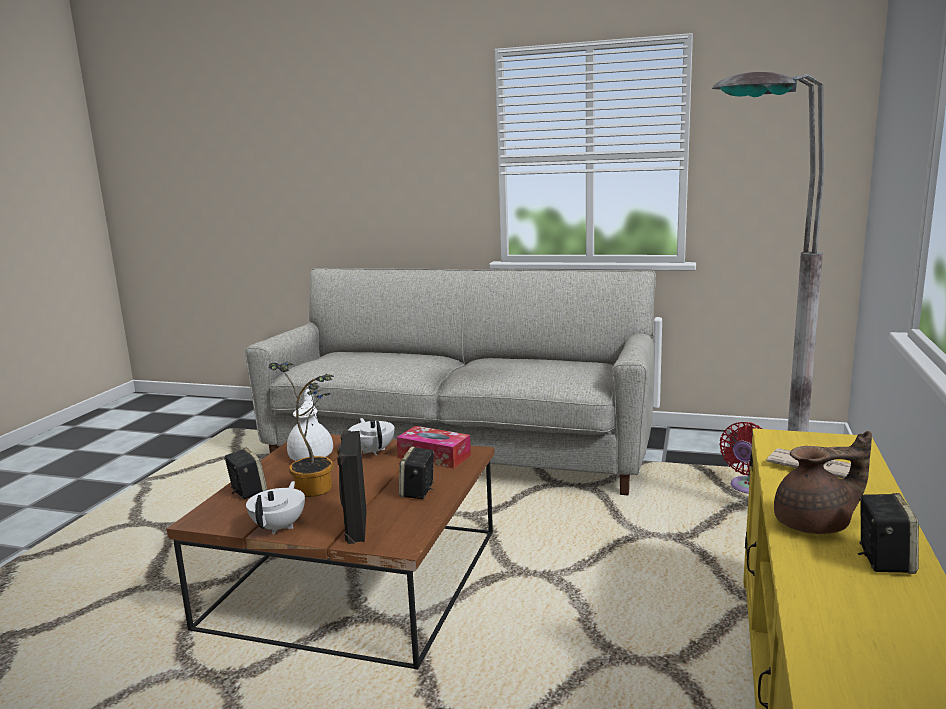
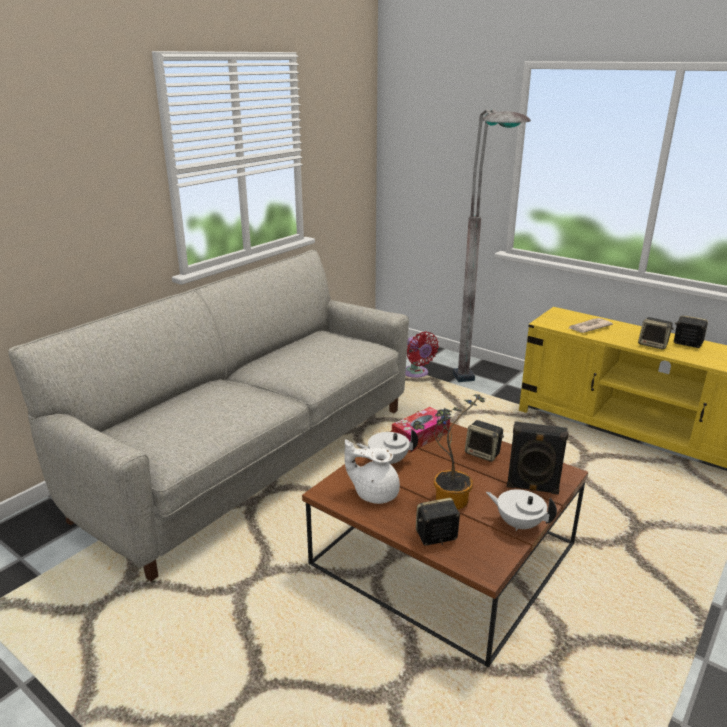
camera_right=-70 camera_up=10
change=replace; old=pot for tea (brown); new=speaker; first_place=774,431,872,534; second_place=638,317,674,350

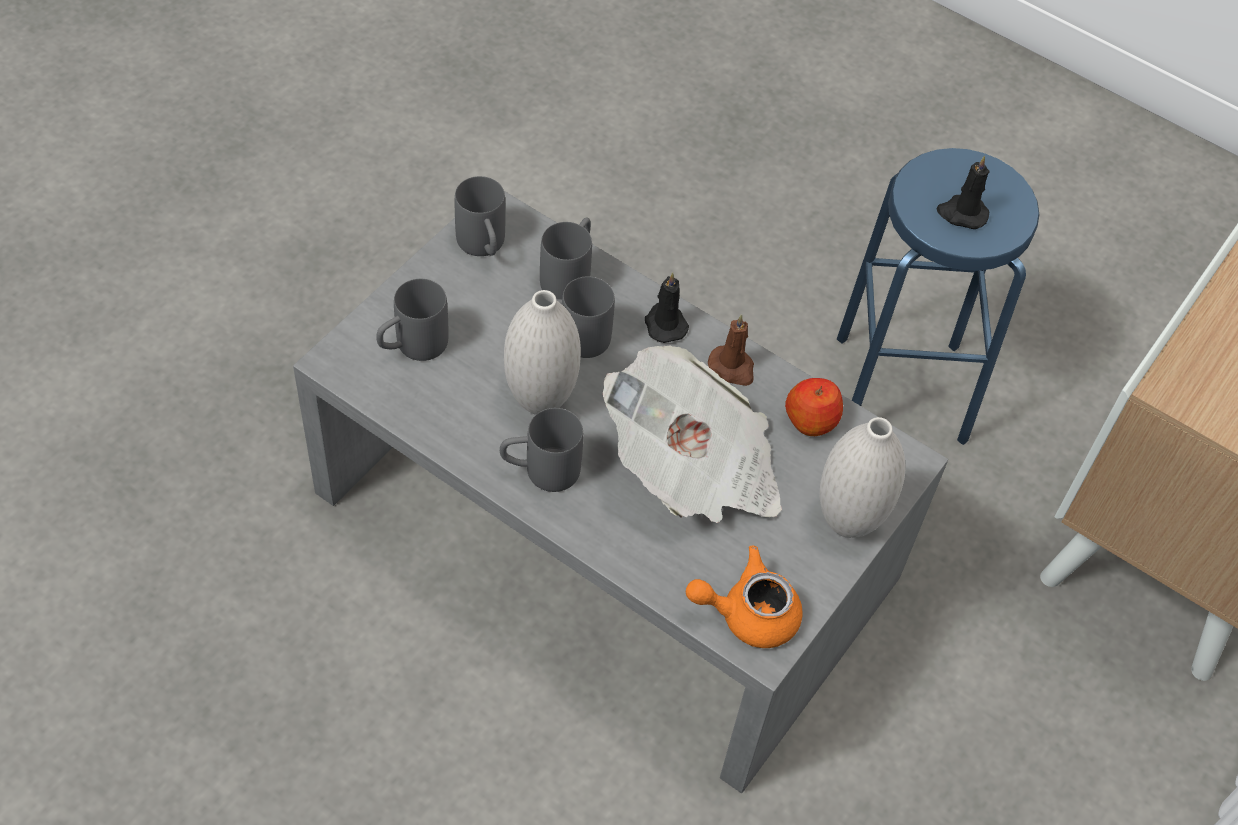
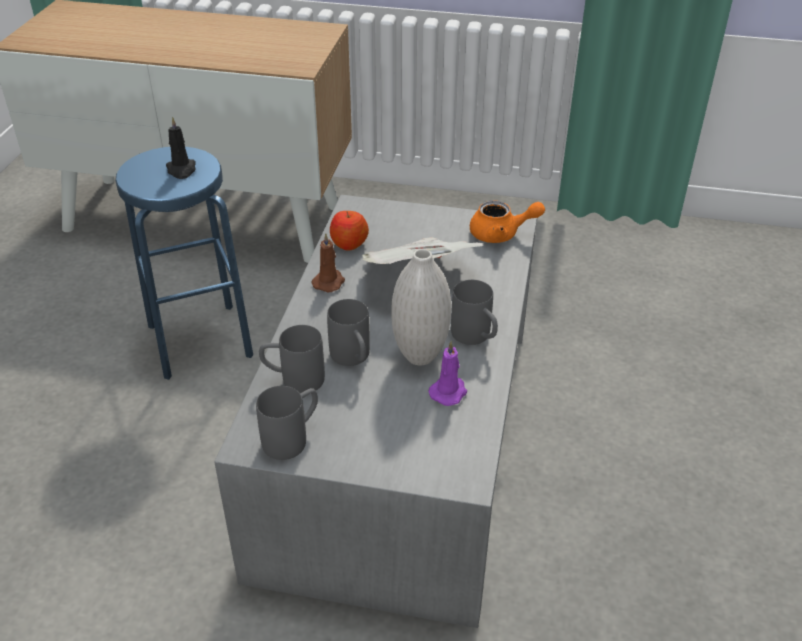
camera_right=-110 camera_up=-15
change=delete; old=mug (grey); first_place=376,279,448,361
change=delete; old=candle (black); first_place=645,272,689,343
change=delete; old=flower vase (white); first_place=820,417,906,538
change=insert; new=candle (purplish); second_place=429,341,467,406
change=rotate; old=pot for tea (orange-coloured); first_place=686,545,803,648; second_place=470,201,545,243; degrees=-60

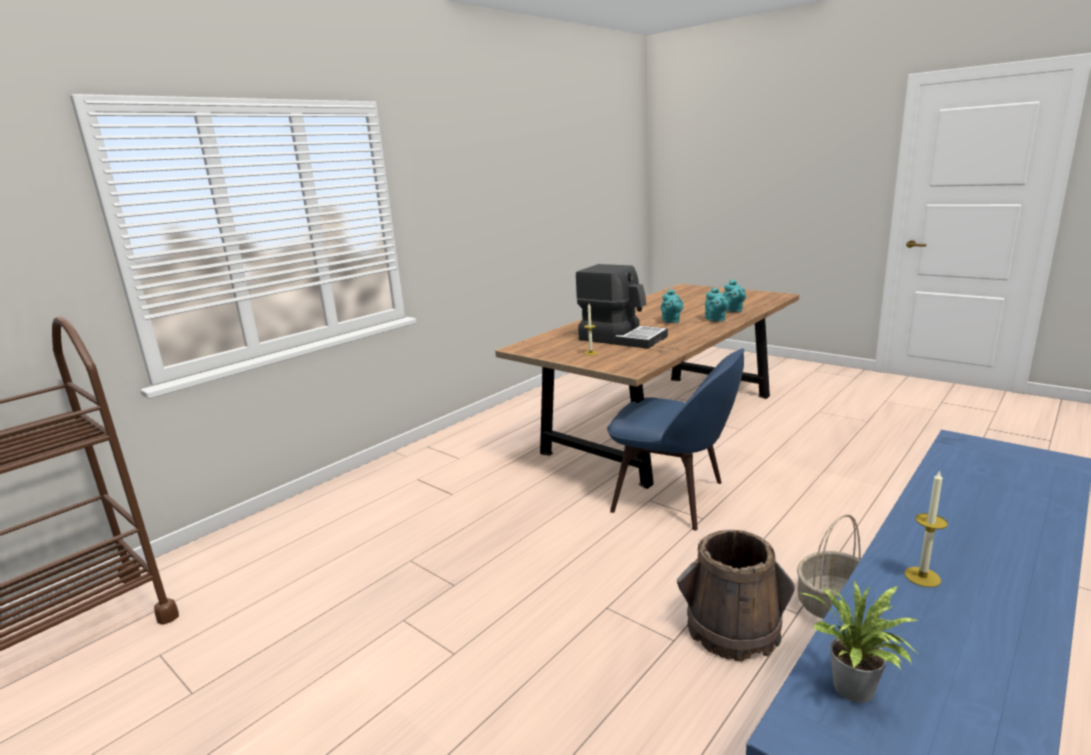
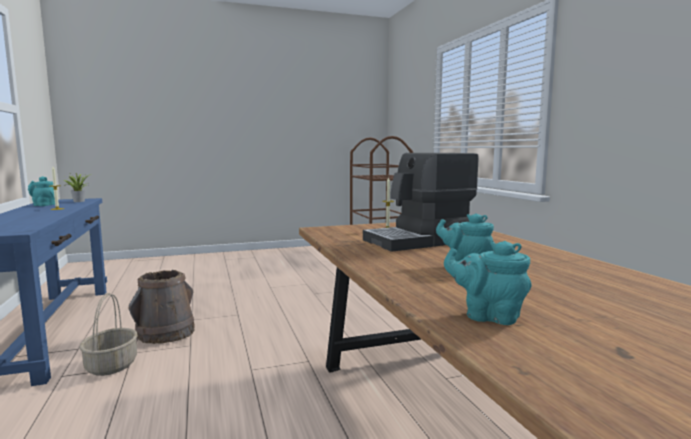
camera_right=120 camera_up=-10
change=delete; old=upright chair (blue-coloured); first_place=607,349,745,531
change=move; old=pot for tea (blue-green); first_place=705,287,729,322; second_place=28,176,55,206

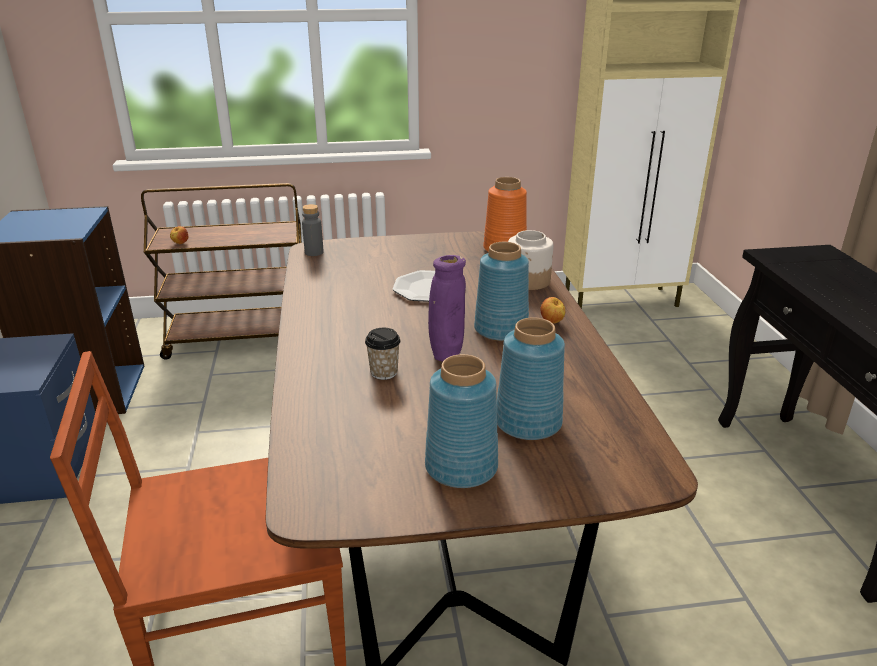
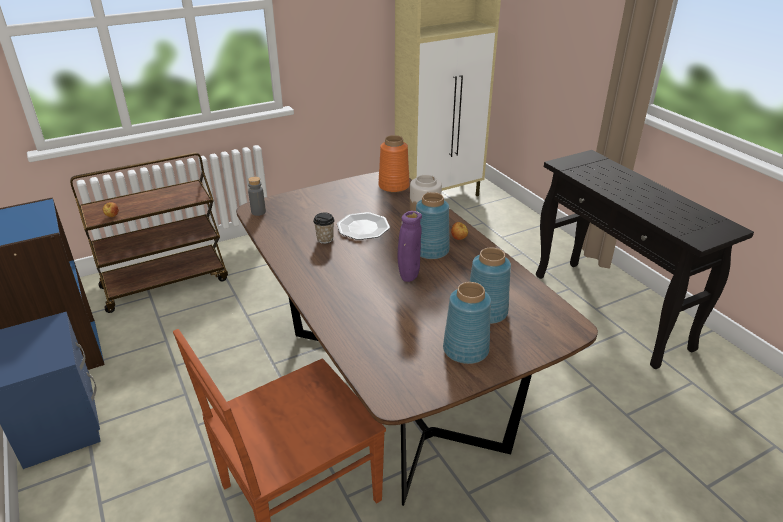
camera_right=-20 camera_up=5
change=move; old=drinking cup; first_place=365,328,401,380; second_place=313,212,335,244

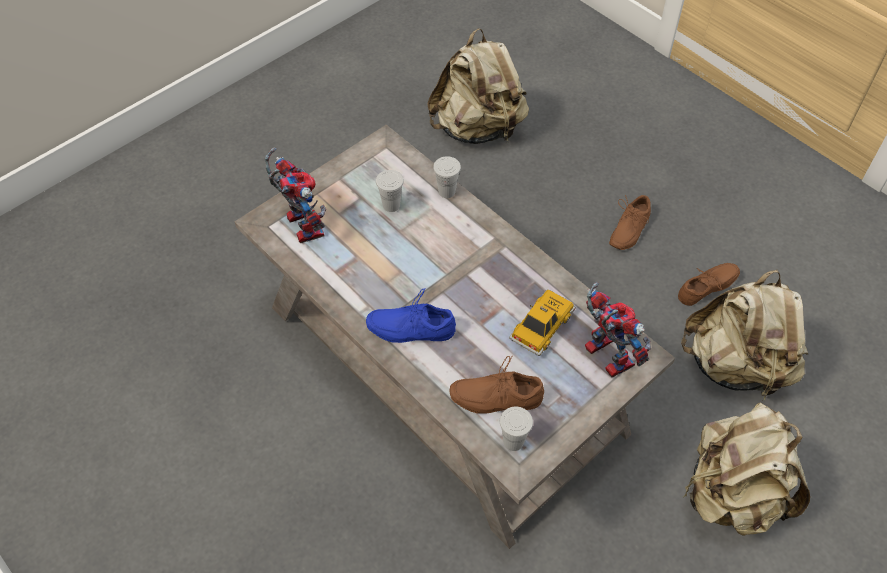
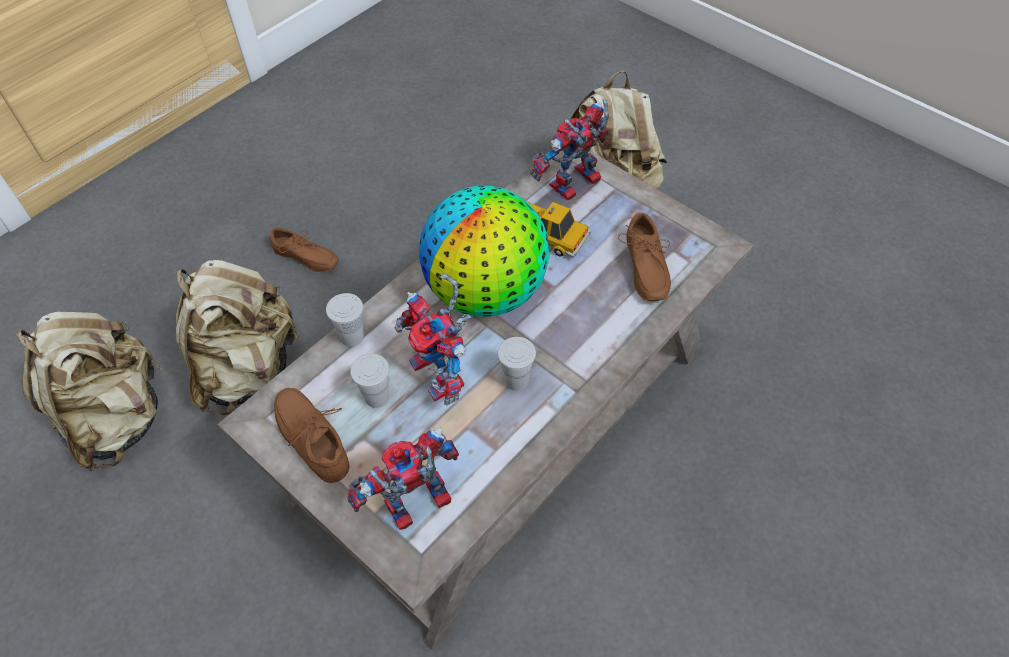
camera_right=-95 camera_up=0
change=delete; old=shoe (blue-coloured); first_place=366,288,456,343
change=insert; new=robot figure; second_place=395,273,472,406
change=insert; new=world globe; second_place=419,186,549,316
change=move; old=drinking cup (white); first_place=500,406,533,451; second_place=497,337,536,391
change=move; old=shoe (brown); first_place=678,263,740,306; second_place=274,388,350,483
change=move; old=backpack (beige); first_place=681,270,808,400; second_place=176,260,301,415

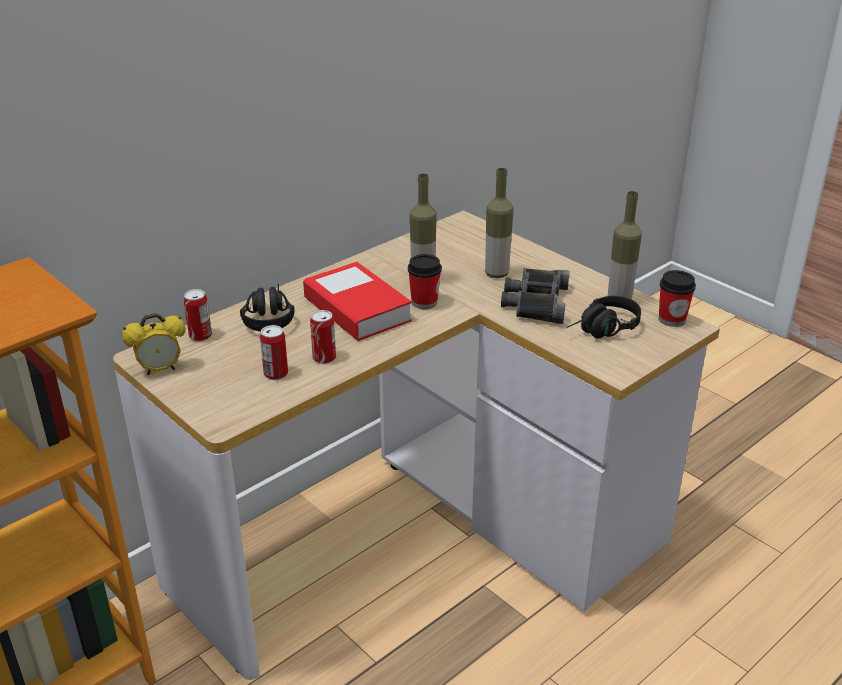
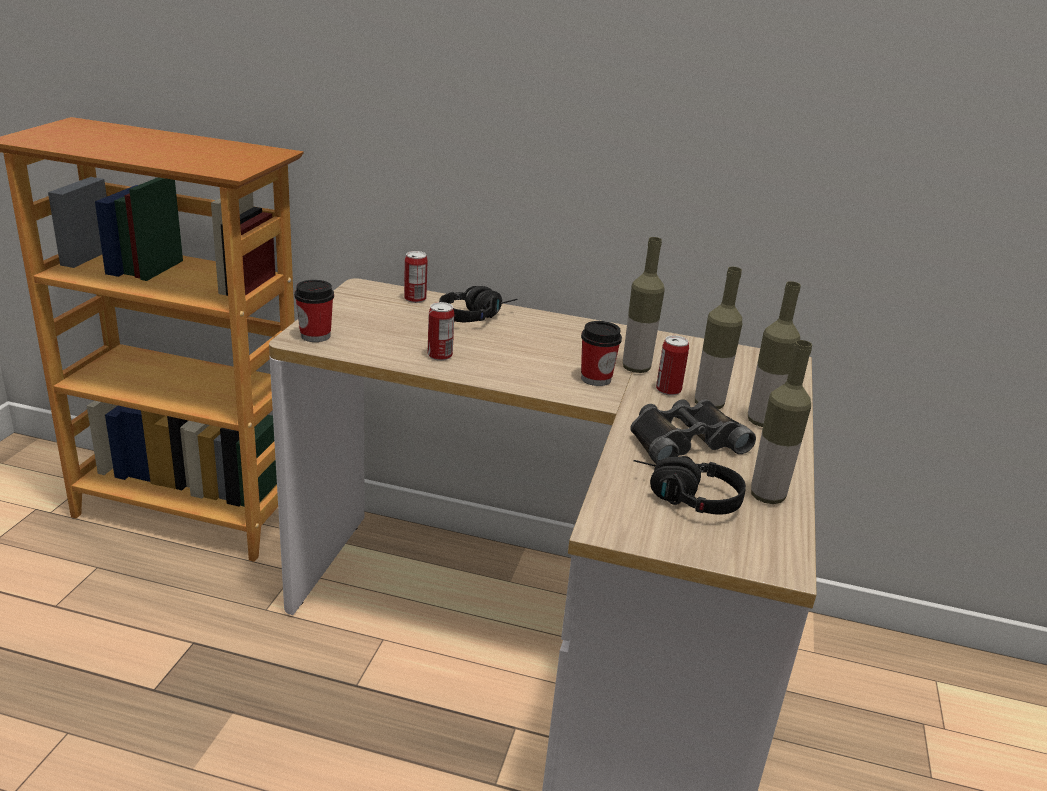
camera_right=55 camera_up=-5
change=delete; old=bedside clock; first_place=122,313,186,375
change=delete; old=volume; first_place=303,262,412,341
change=insert; new=drink bottle; second_place=748,281,801,427
change=move; old=can; first_place=260,325,288,380; second_place=656,335,689,396
change=move; old=drinking cup; first_place=659,270,696,327; second_place=294,280,334,342

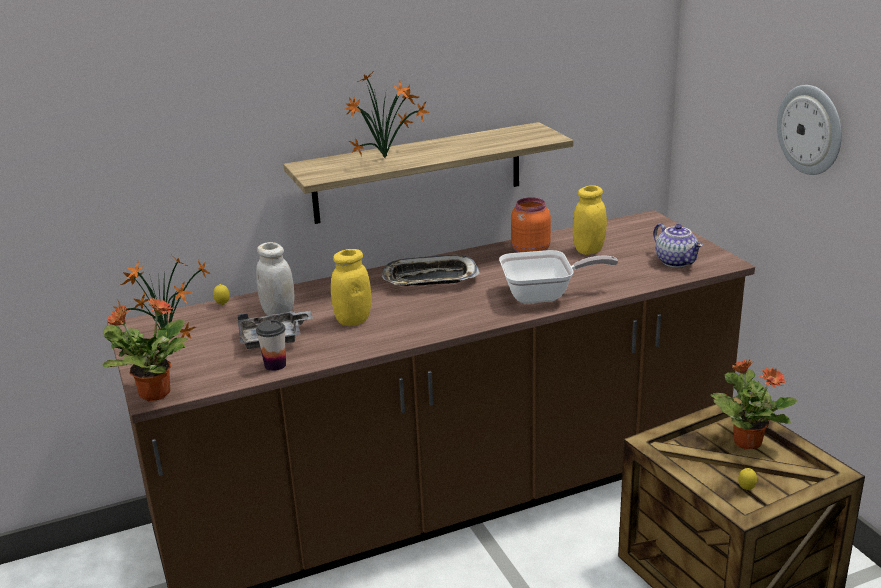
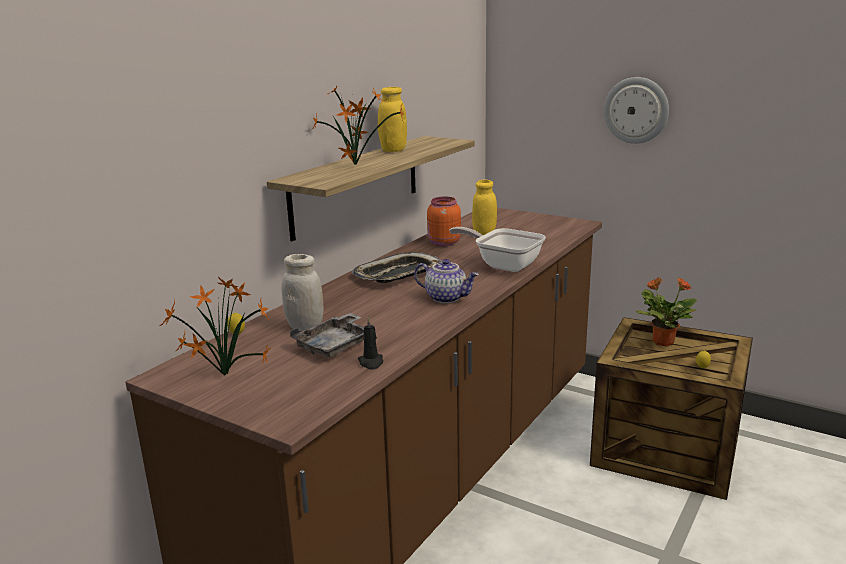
camera_right=-35 camera_up=-5
change=delete; old=potted plant; first_place=102,297,188,401
change=move; old=storage jar (yellow-coloured); first_place=331,249,372,326; second_place=378,87,407,152
change=move; old=pot for tea; first_place=654,223,703,268; second_place=414,259,479,303
change=replace; old=drinking cup; new=candle (black); first_place=256,320,286,371; second_place=358,316,383,370
change=rotate; old=pan; first_place=499,250,618,304; second_place=449,227,546,272; degrees=-105

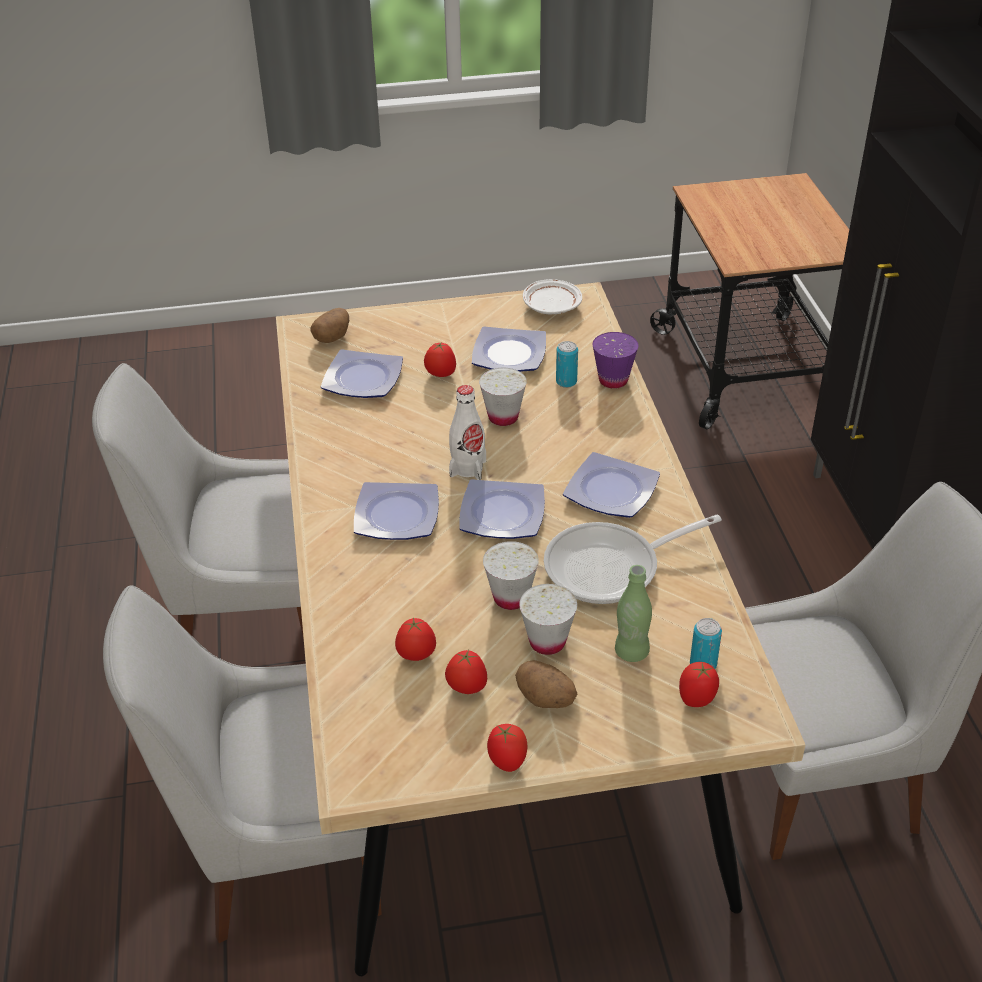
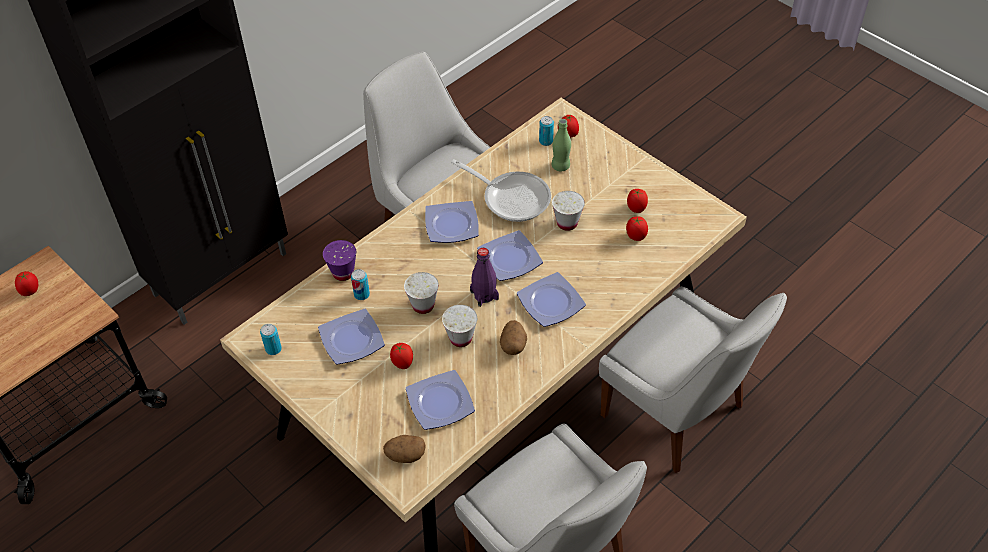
camera_right=-125 camera_up=10
change=move; old=tomato; first_place=487,724,528,772; second_place=15,271,38,296
change=move; old=spud; first_place=515,660,577,708; second_place=500,320,527,355
change=move; old=drinking cup (white); first_place=519,584,577,655; second_place=442,305,477,347
change=replace; old=plate (white); new=can; first_place=523,279,582,314; second_place=260,324,282,355
change=recolor; old=drink bottle (white); new=drink bottle (purplish); first_place=449,385,486,480; second_place=470,248,499,307

